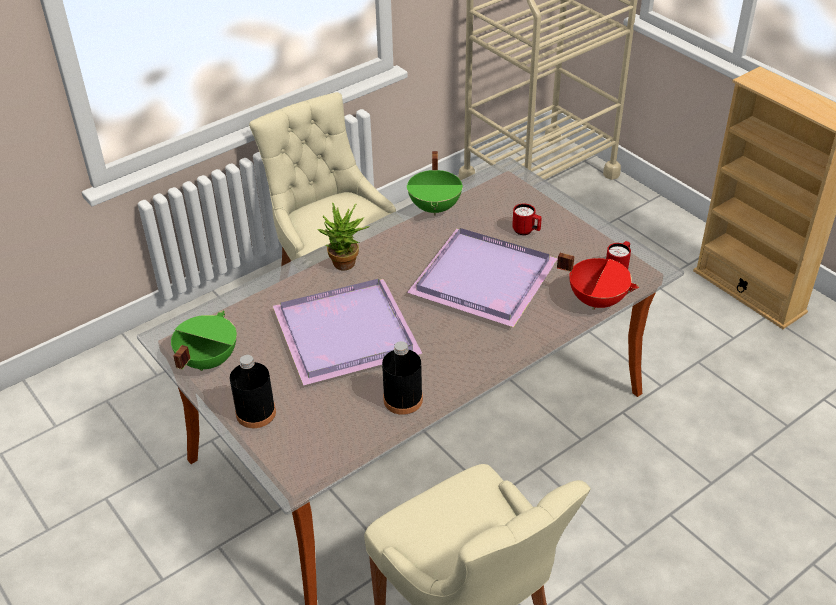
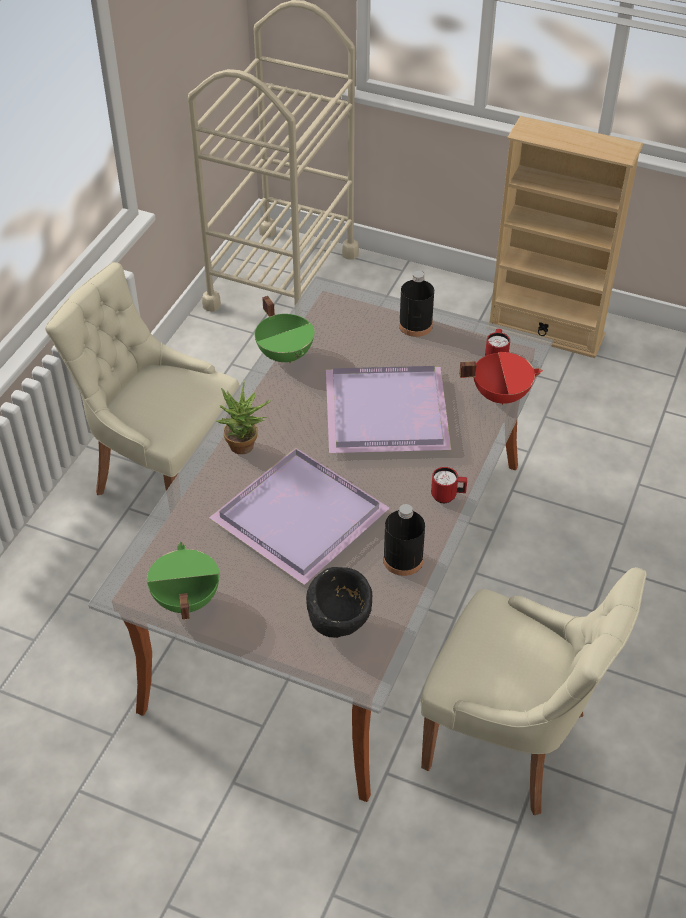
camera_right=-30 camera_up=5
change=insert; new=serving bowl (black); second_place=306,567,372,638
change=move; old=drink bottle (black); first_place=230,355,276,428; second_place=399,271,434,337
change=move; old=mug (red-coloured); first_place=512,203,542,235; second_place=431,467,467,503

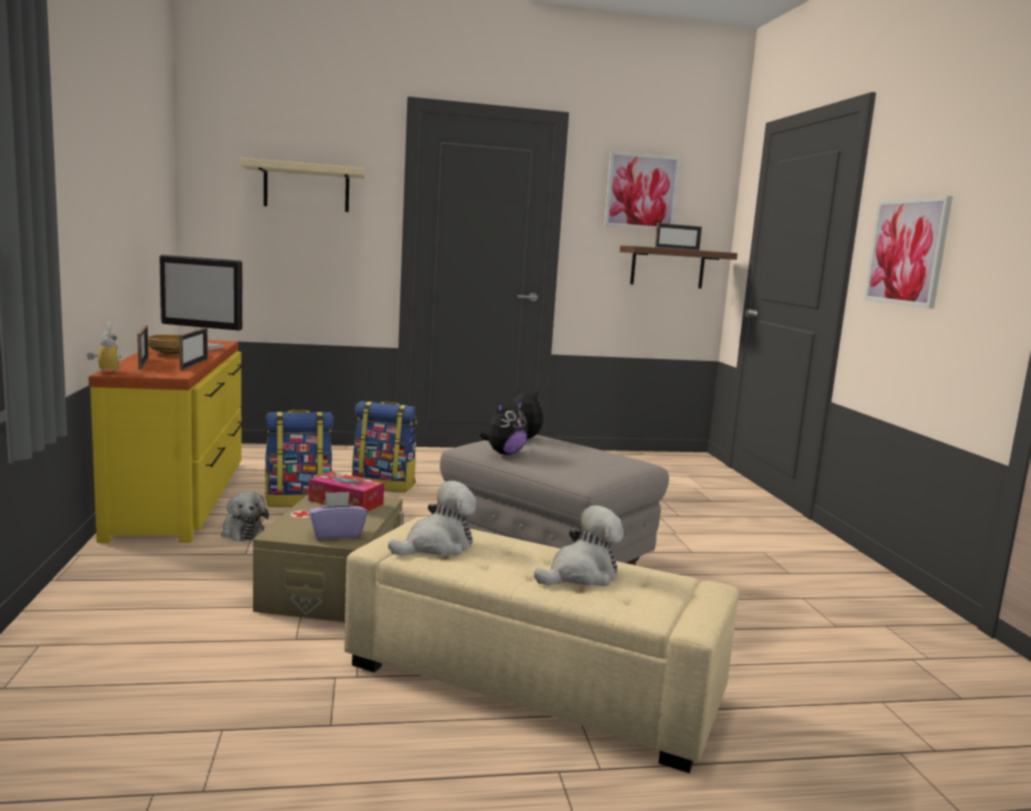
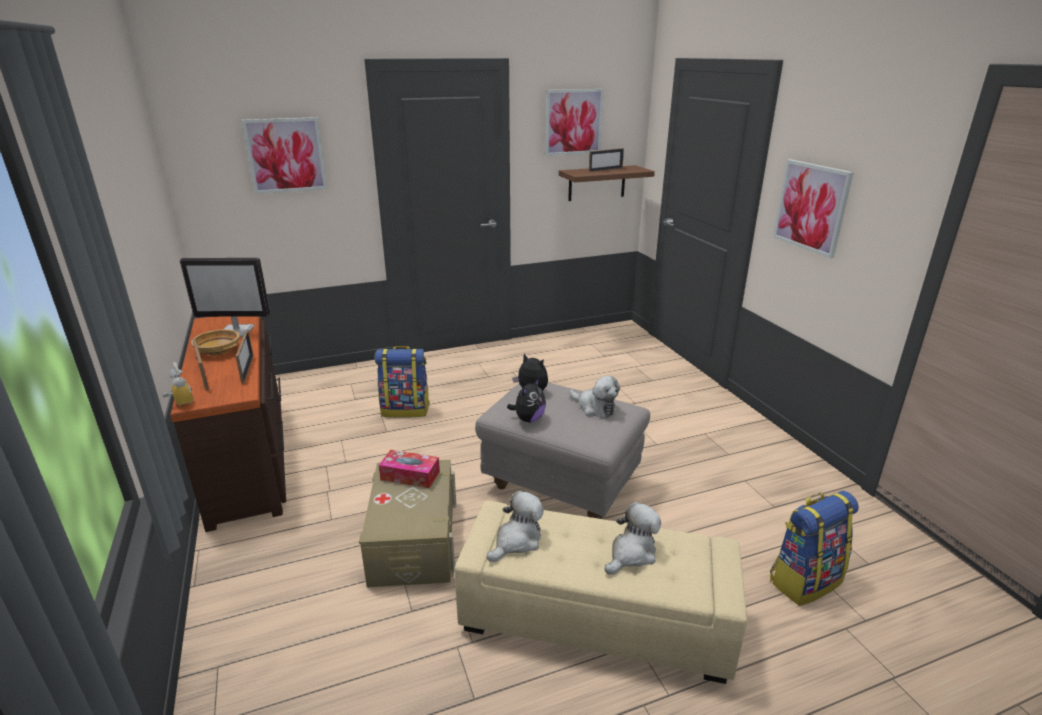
camera_right=-10 camera_up=15
change=delete; old=box of tissues (purplish); first_place=308,492,367,540
change=move; old=cuddly toy; first_place=221,491,269,541; second_place=569,376,620,418
change=move; old=backpack; first_place=265,410,333,507; second_place=770,491,859,606
change=replace; old=shelf (beige); new=picture; first_place=240,158,365,212; second_place=241,117,327,194
change=recolor; old=dresser (yellow-coloured); new=dresser (brown); first_place=88,340,244,543; second_place=170,316,286,532

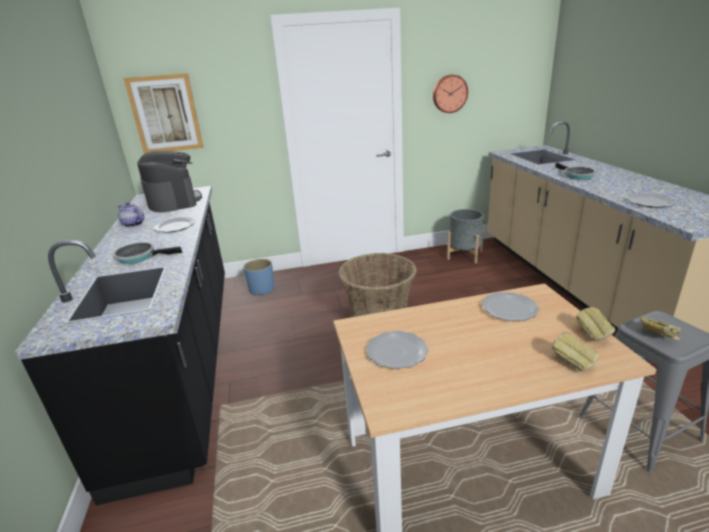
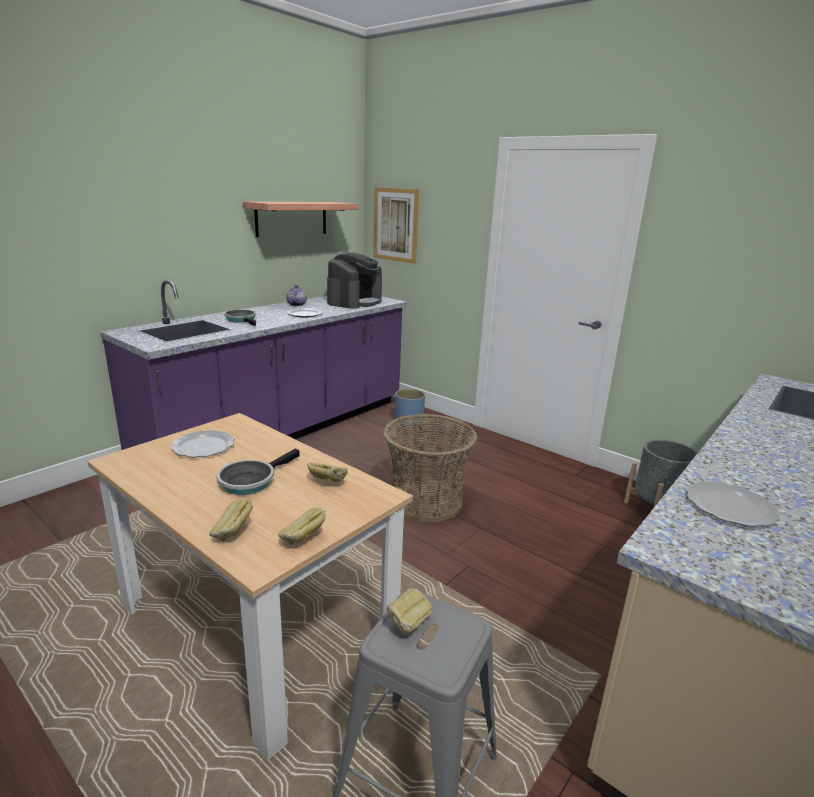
camera_right=50 camera_up=-5
change=delete; old=wall clock; first_place=433,75,468,113
change=insert; new=shelf; second_place=243,201,358,237
change=move; old=pan; first_place=555,163,596,180; second_place=217,448,300,495
change=replace; old=plate; new=baked bread; first_place=481,292,539,321; second_place=307,462,348,482
change=recolor; old=counter (black); new=counter (purplish); first_place=15,186,225,506; second_place=100,280,407,450

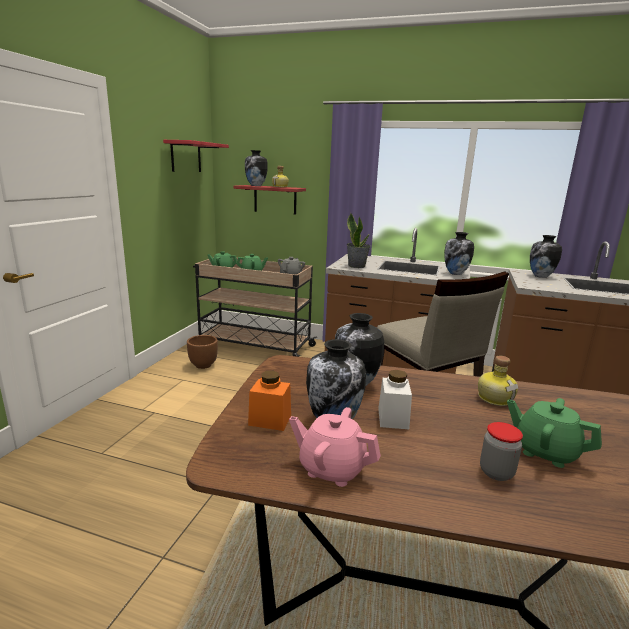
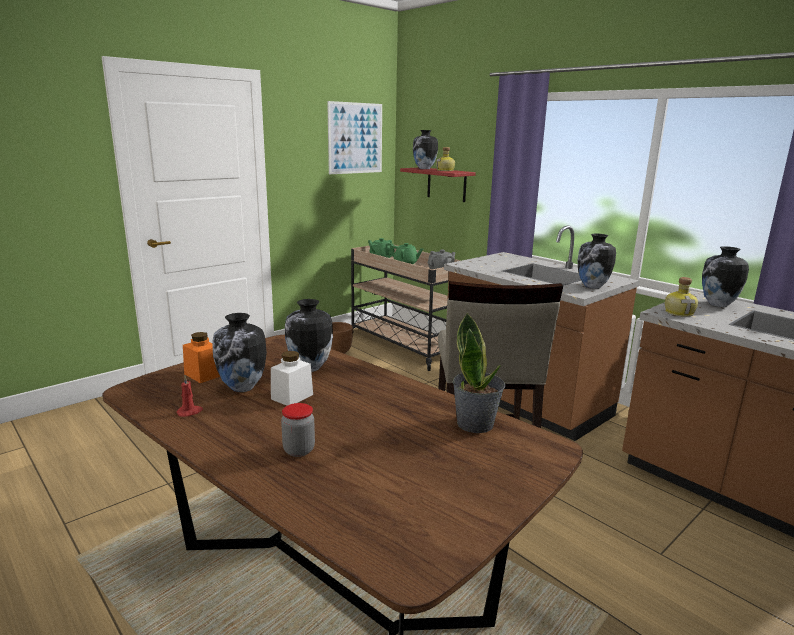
camera_right=30 camera_up=0
change=delete; old=pot for tea (green); first_place=507,398,602,468
change=move; old=potted plant; first_place=347,213,370,268; second_place=453,312,505,433
change=move; old=drink bottle; first_place=478,356,518,406; second_place=665,277,698,317
change=replace; old=shelf (red-coloured); new=picture; first_place=163,140,229,172; second_place=327,101,382,174
change=replace; old=pot for tea (pinkish); new=candle (red-coloured); first_place=289,407,381,487; second_place=176,375,203,417

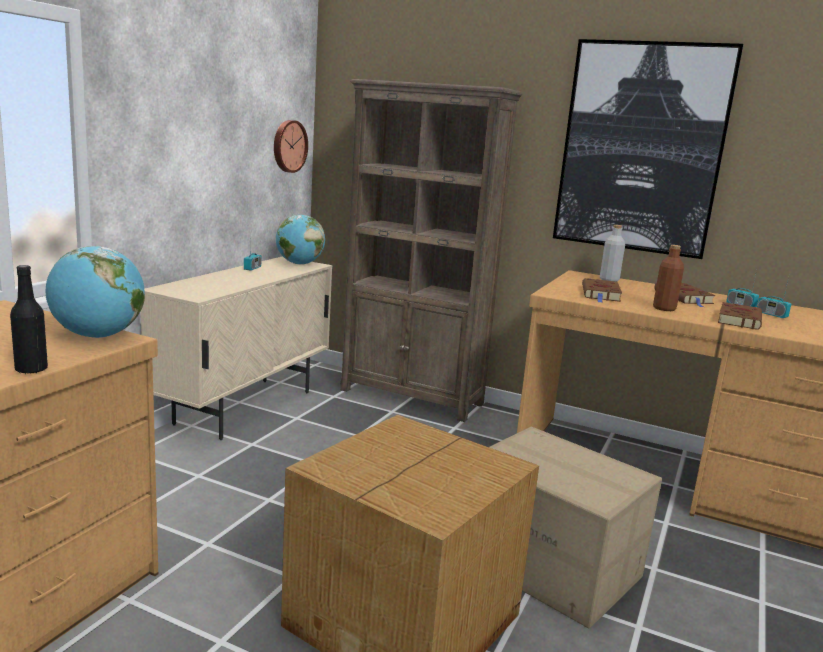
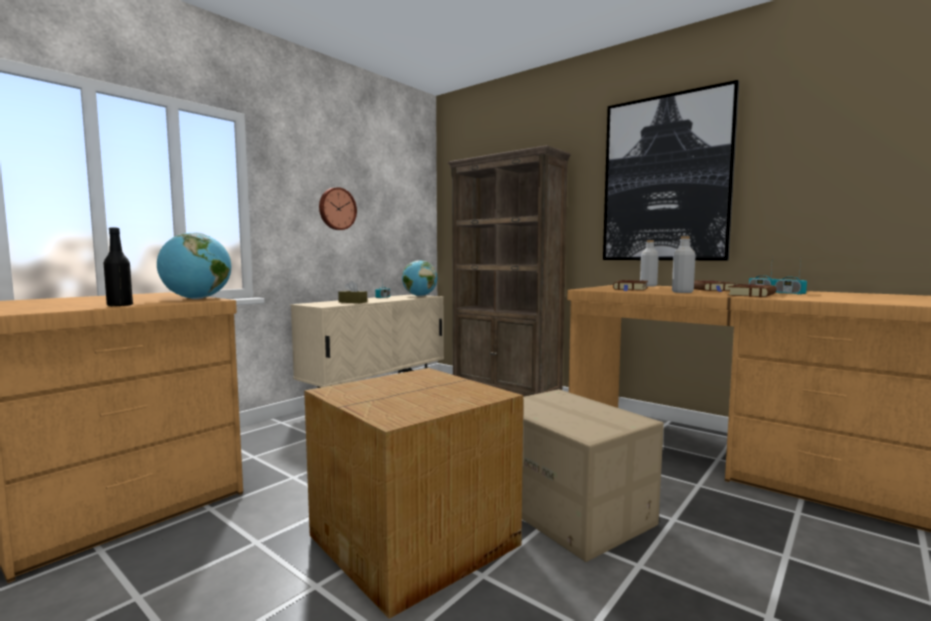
camera_right=15 camera_up=-10
change=insert; new=box of tissues (brown); second_place=338,281,367,303
change=move; old=wall clock; first_place=274,120,308,173; second_place=319,187,357,230
change=recolor; old=drink bottle (brown); new=drink bottle (grey); first_place=653,245,684,311; second_place=672,236,696,293

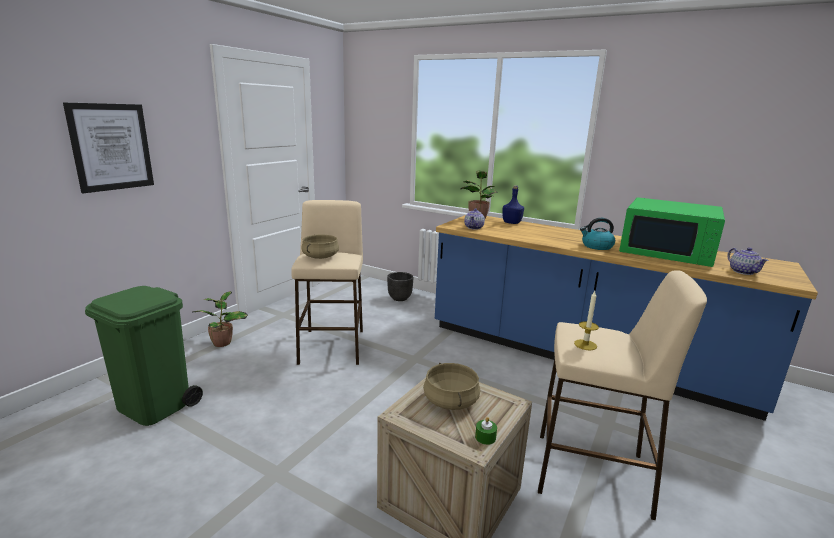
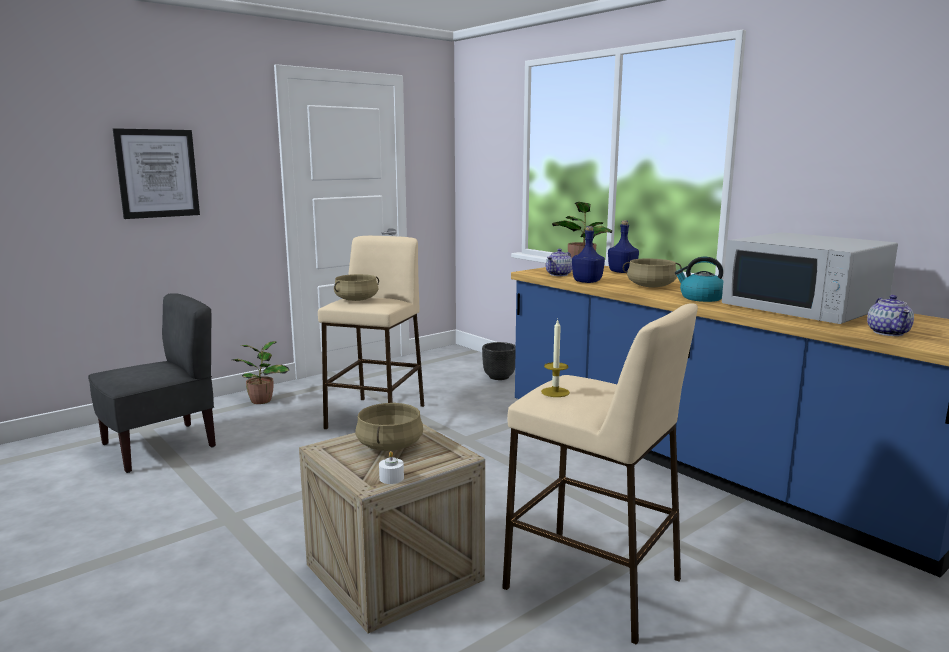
camera_right=20 camera_up=-5
change=insert; new=drink bottle (blue-coloured); second_place=572,226,605,283
change=insert; new=saucepot (beige); second_place=623,259,682,287
change=replace; old=waste bin (green); new=upright chair (grey); first_place=85,286,203,426; second_place=88,293,216,473
change=recolor; old=candle (green); new=candle (white); first_place=475,417,497,445; second_place=379,451,404,484
change=recolor; old=kitchen microwave (green); new=kitchen microwave (white); first_place=619,197,725,267; second_place=722,232,898,324

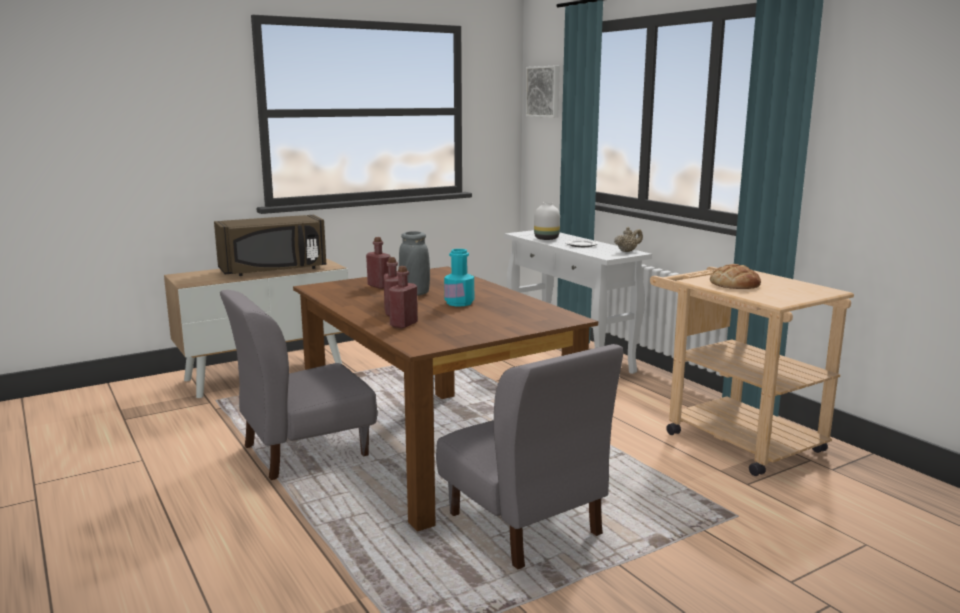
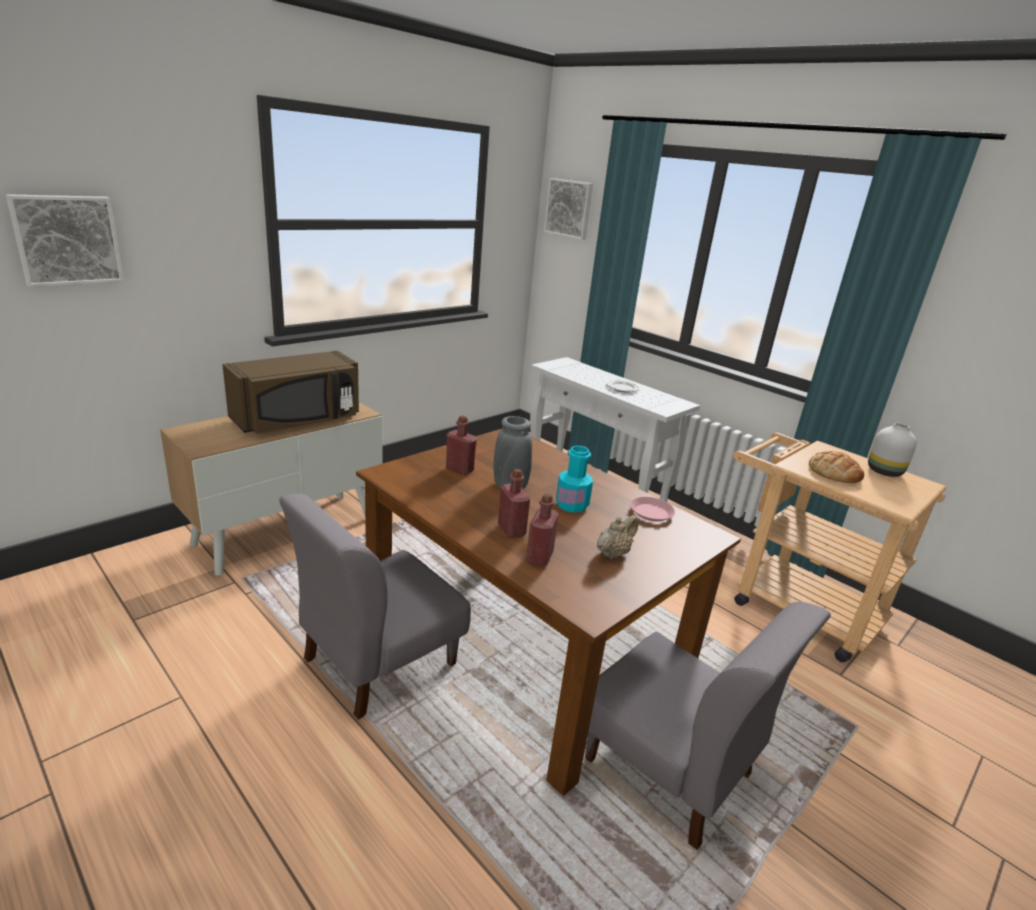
camera_right=-15 camera_up=10
change=insert; new=picture; second_place=6,194,124,287
change=insert; new=plate (pinkish); second_place=630,497,675,522
change=move; old=flower vase (white); first_place=534,202,560,240; second_place=868,423,917,477
change=move; old=pot for tea (beige); first_place=614,227,643,252; second_place=597,515,638,559

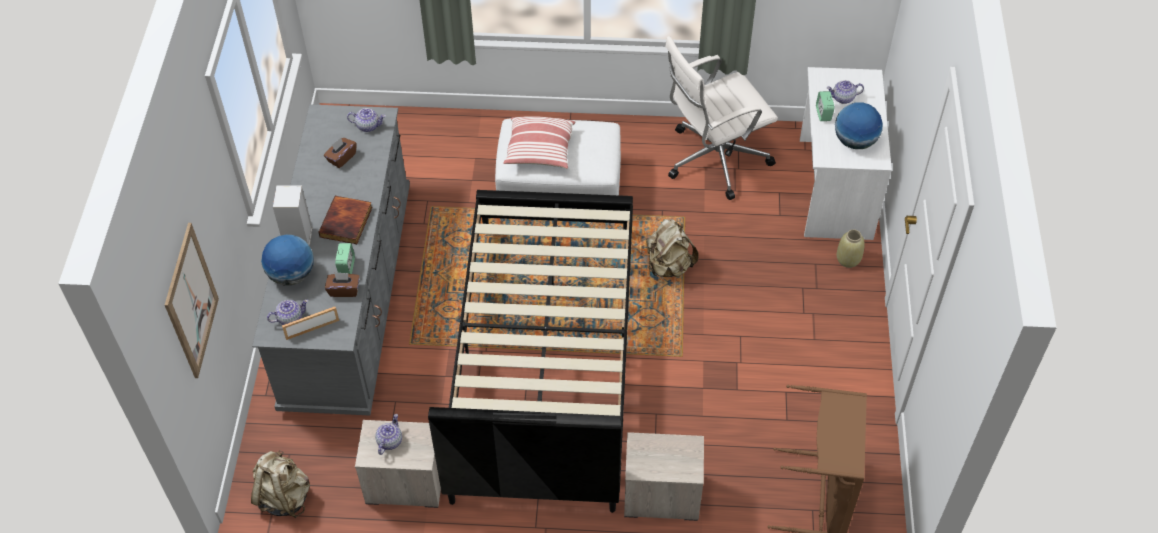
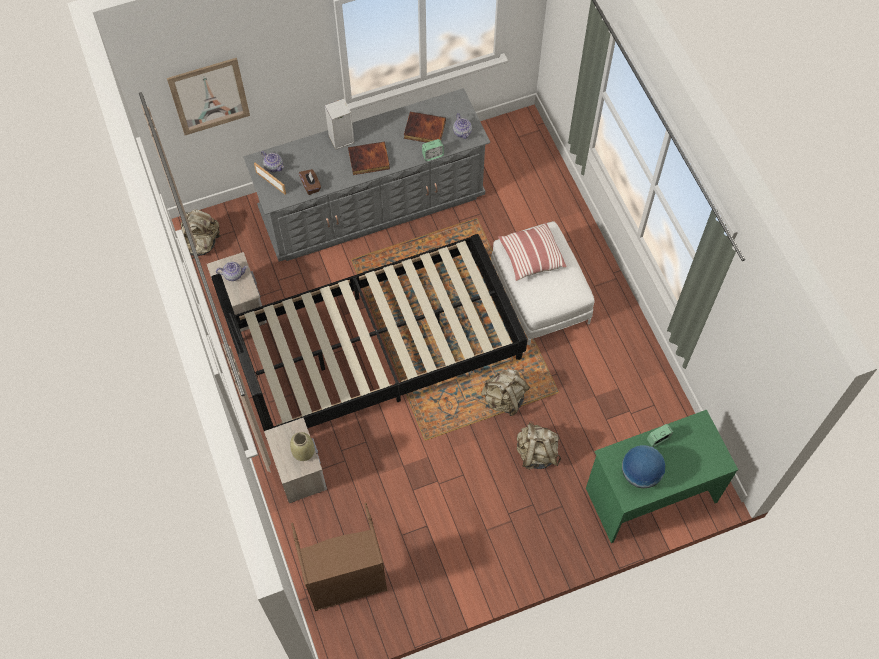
camera_right=65 camera_up=10
change=delete; old=world globe; first_place=261,234,314,285
change=delete; old=computer chair (white); first_place=665,36,778,200
change=delete; old=pot for tea; first_place=827,80,864,104
change=insert; new=backpack (beige); second_place=517,422,561,469
change=move; old=bedside clock; first_place=335,243,355,274; second_place=422,139,444,161
change=move; old=flower vase (beige); first_place=837,229,865,268; second_place=290,432,315,461
change=replace; old=box of tissues (brown); new=volume; first_place=324,138,357,168; second_place=404,112,446,143
change=recolor; old=desk unit (white); new=desk unit (green); first_place=800,67,892,240; second_place=586,410,738,543

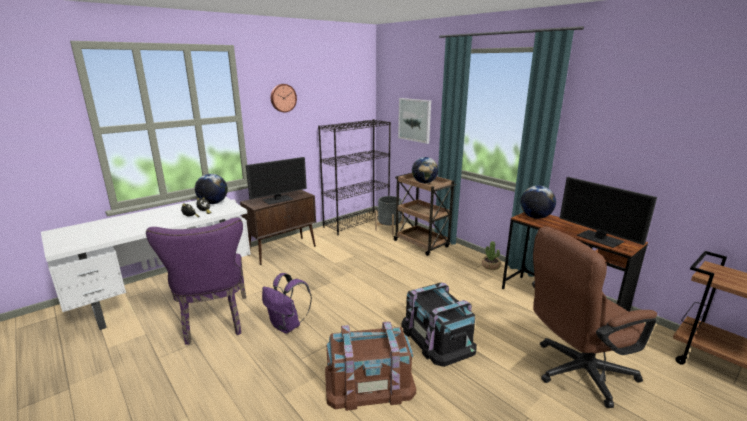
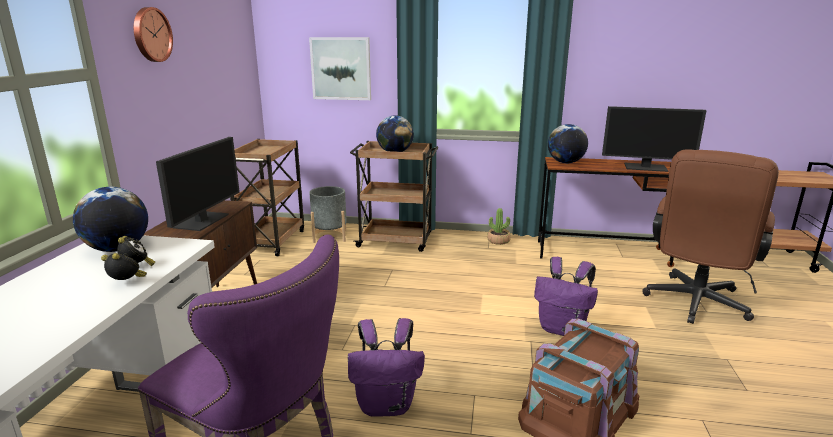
camera_right=-40 camera_up=0
change=replace; old=bookcase (black); new=trolley (brown); first_place=318,119,391,235; second_place=230,139,304,256
change=replace; old=storage box (black); new=backpack (purplish); first_place=401,282,477,367; second_place=534,257,598,336

